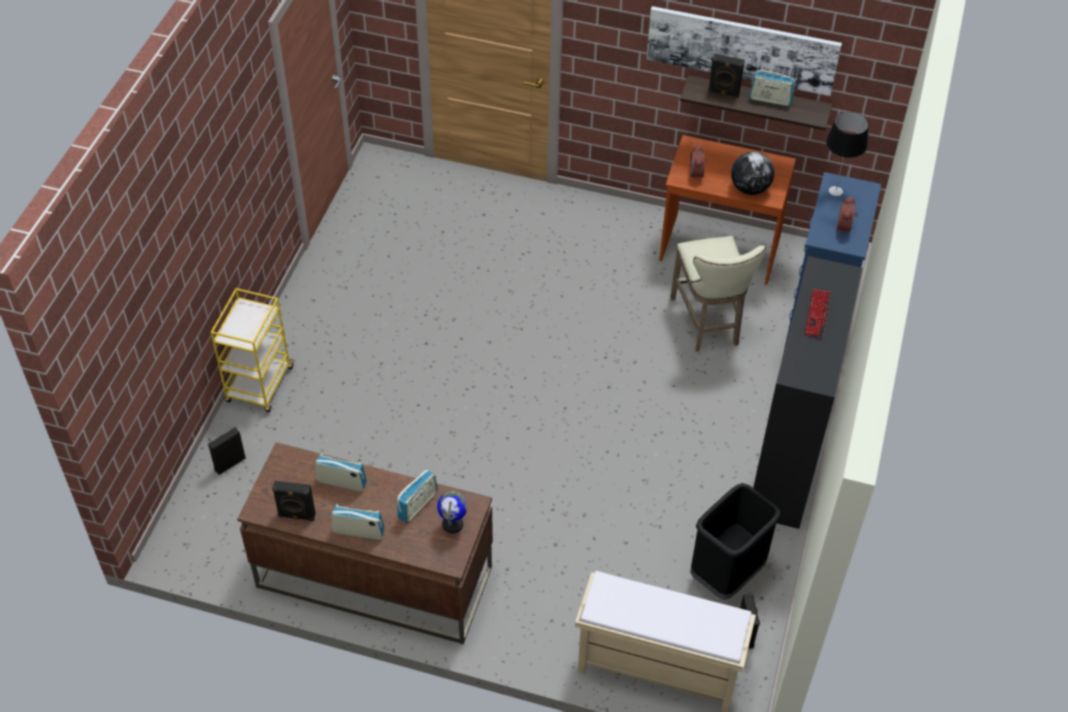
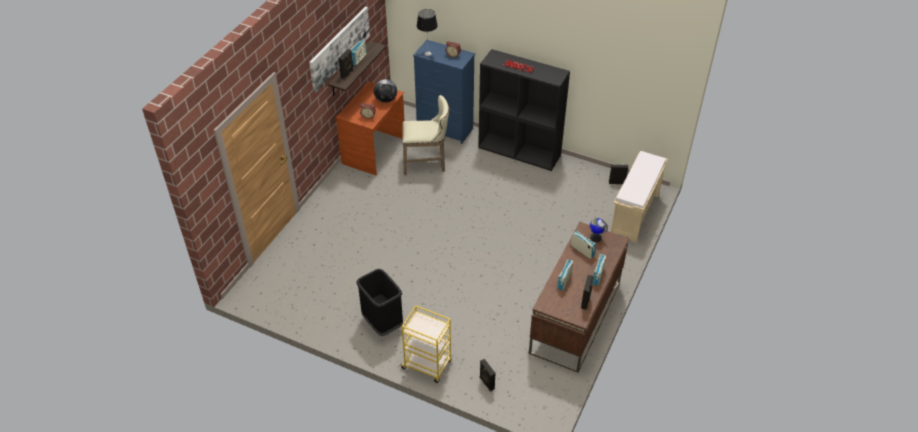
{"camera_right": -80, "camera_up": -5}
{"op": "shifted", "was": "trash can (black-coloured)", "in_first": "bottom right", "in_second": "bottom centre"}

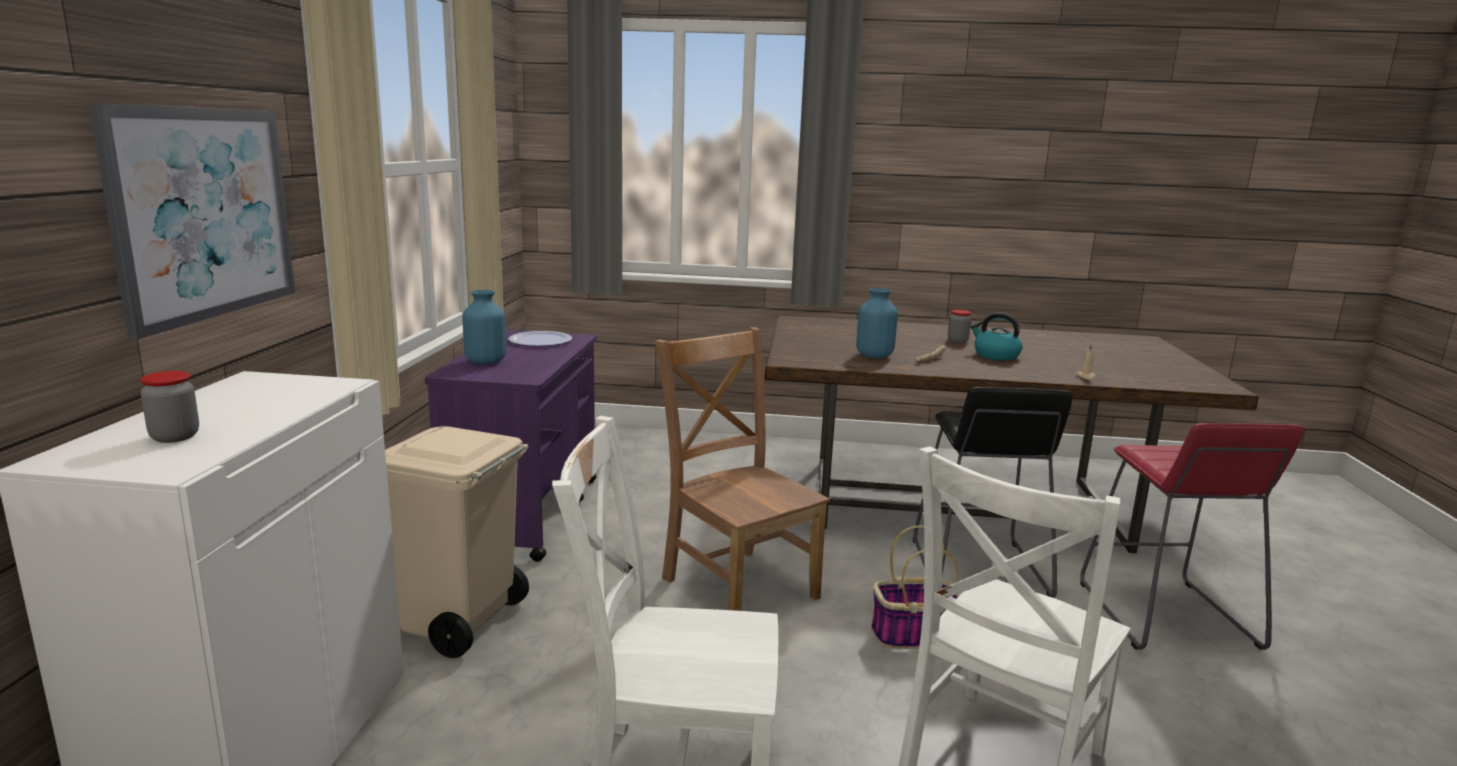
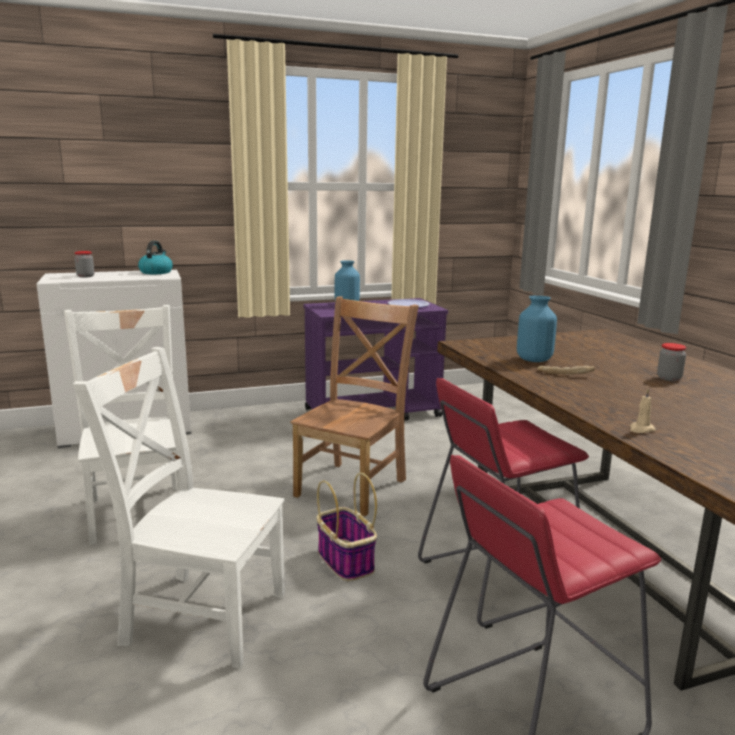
{"camera_right": 65, "camera_up": 0}
{"op": "gone", "was": "picture", "in_first": "top left"}
{"op": "gone", "was": "trash can (beige)", "in_first": "bottom left"}
{"op": "shifted", "was": "tea kettle", "in_first": "middle right", "in_second": "middle left"}
{"op": "repainted", "was": "stool seat (black-coloured)", "now": "stool seat (red-coloured) (no. 1 from left)", "in_first": "middle right", "in_second": "bottom right"}

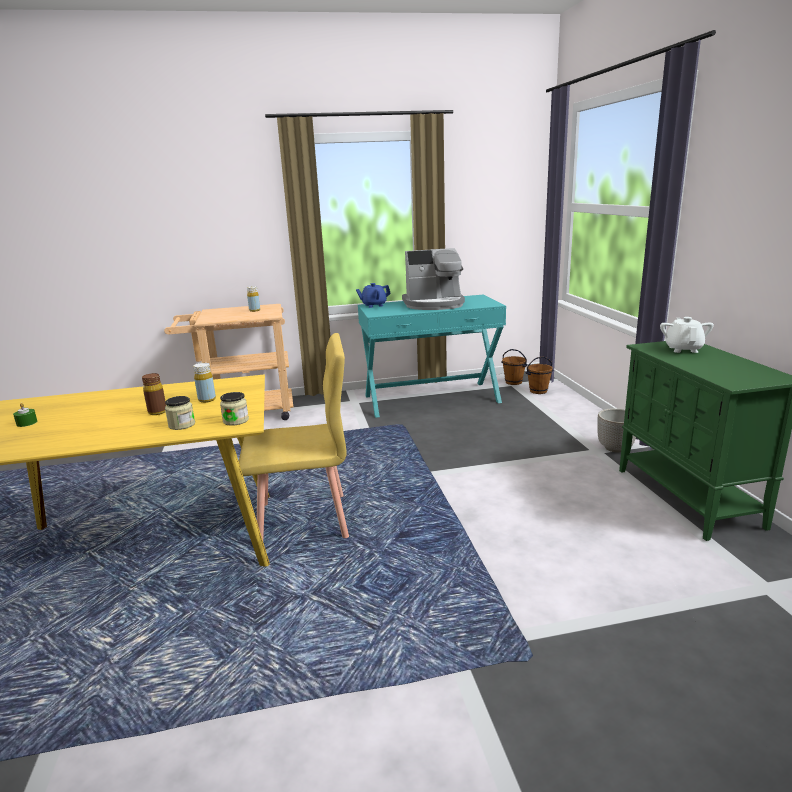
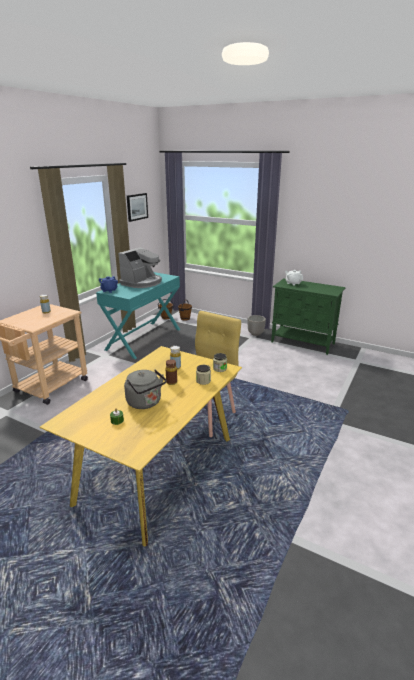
{"camera_right": -50, "camera_up": 5}
{"op": "new", "now": "tea kettle (grey)", "in_second": "centre"}
{"op": "new", "now": "picture", "in_second": "top left"}

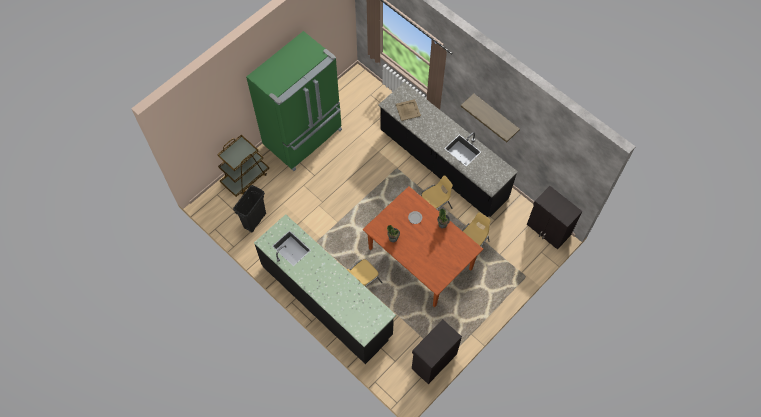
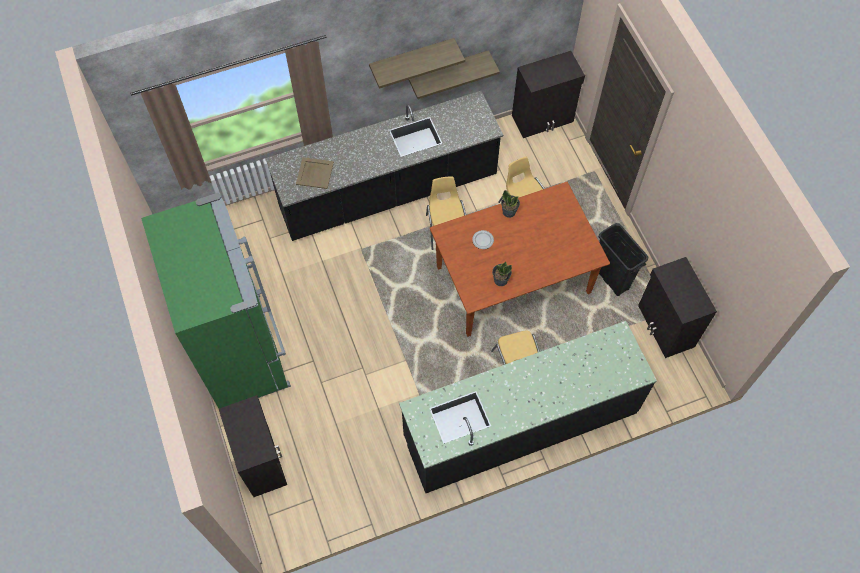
{"camera_right": -65, "camera_up": 0}
{"op": "new", "now": "shelf (no. 2 from left)", "in_second": "top centre"}
{"op": "shifted", "was": "trash can (black-coloured)", "in_first": "middle left", "in_second": "middle right"}
{"op": "swapped", "was": "trolley (brown)", "now": "cupboard (black-coloured) (no. 1 from left)", "in_first": "middle left", "in_second": "bottom left"}

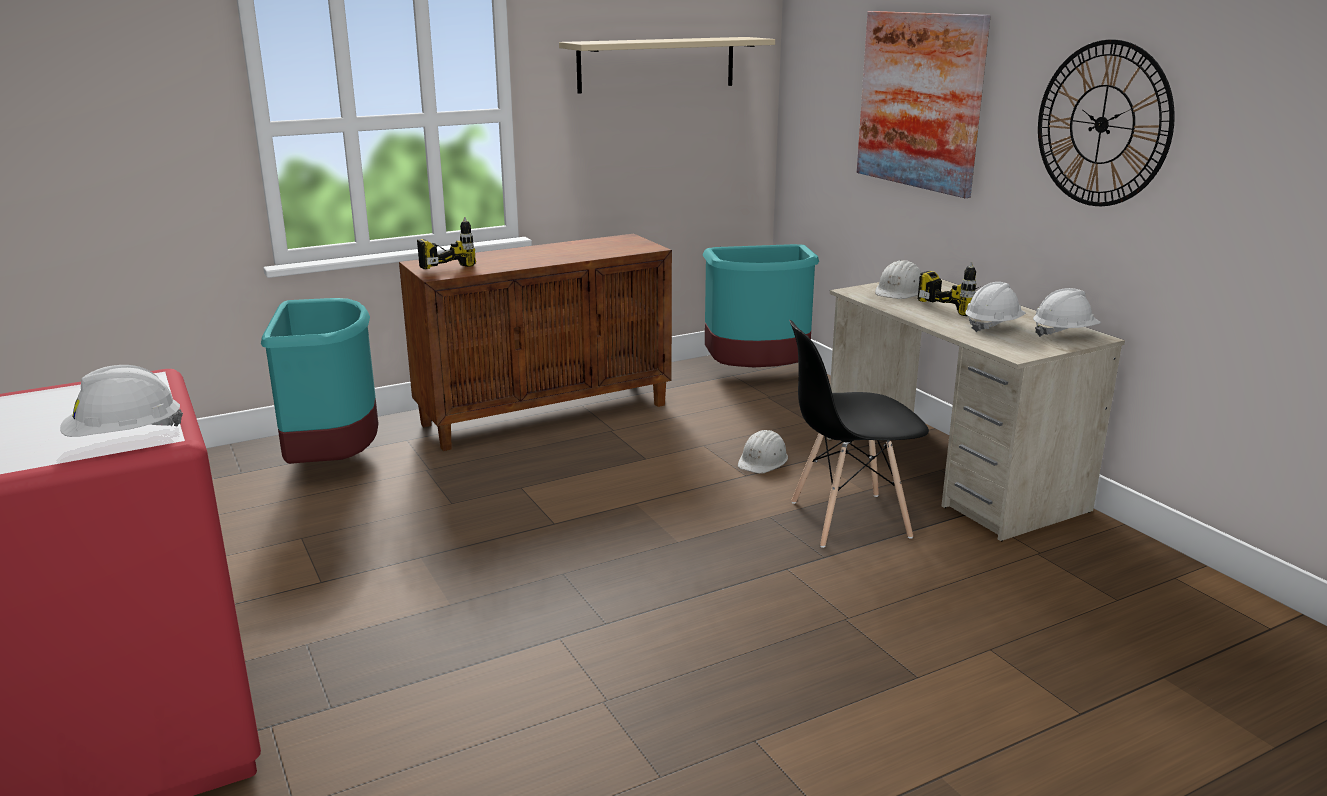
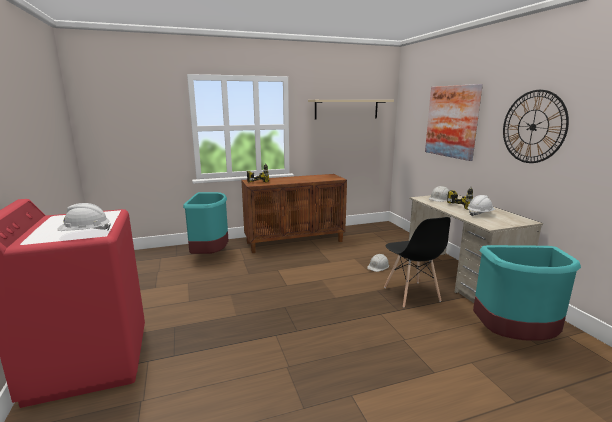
{"camera_right": 10, "camera_up": -5}
{"op": "gone", "was": "safety helmet (white-coloured) (no. 5 from left)", "in_first": "middle right"}
{"op": "shifted", "was": "trash can (blue-green) (no. 2 from left)", "in_first": "centre", "in_second": "bottom right"}
{"op": "rotated", "was": "chair (black-coloured)", "in_first": "centre", "in_second": "middle right", "clockwise": -105}

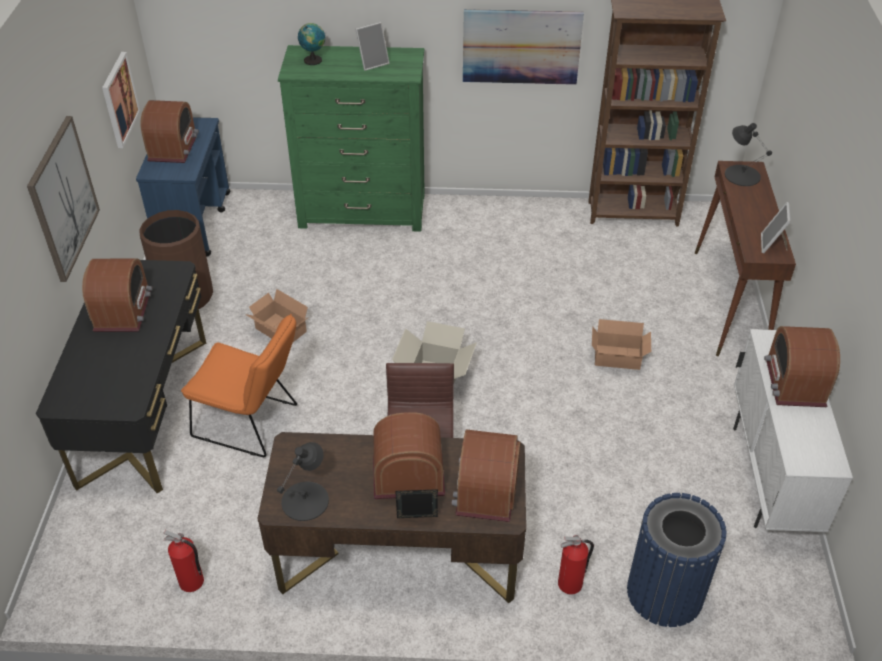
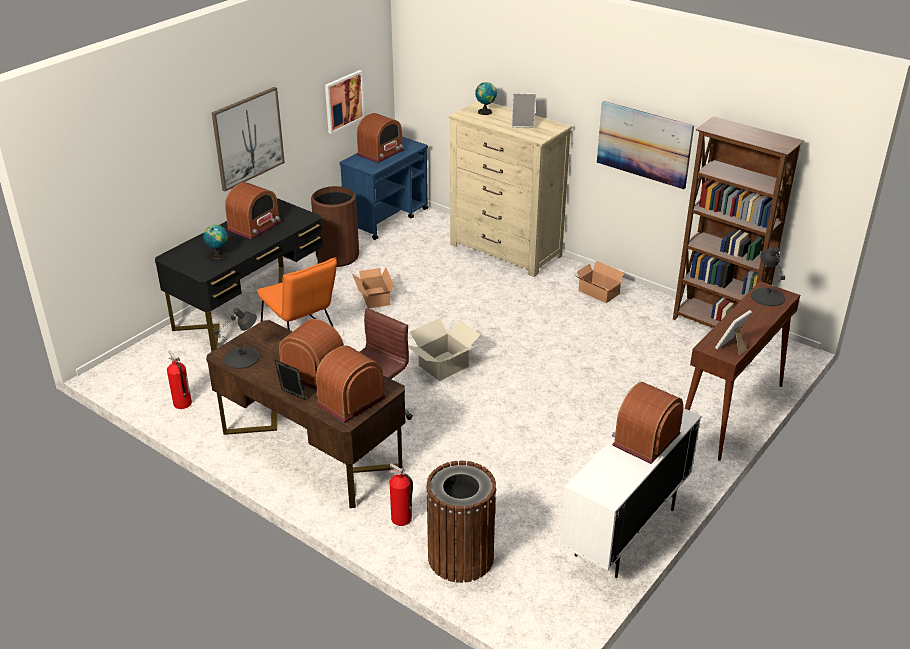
{"camera_right": 35, "camera_up": -10}
{"op": "new", "now": "desk globe (no. 1 from left)", "in_second": "middle left"}
{"op": "shifted", "was": "cardboard box (no. 3 from left)", "in_first": "middle right", "in_second": "centre"}
{"op": "repainted", "was": "chest of drawers (greenish)", "now": "chest of drawers (beige)", "in_first": "top centre", "in_second": "top centre"}
{"op": "repainted", "was": "trash can (bluish)", "now": "trash can (brown) (no. 2 from left)", "in_first": "bottom right", "in_second": "bottom centre"}

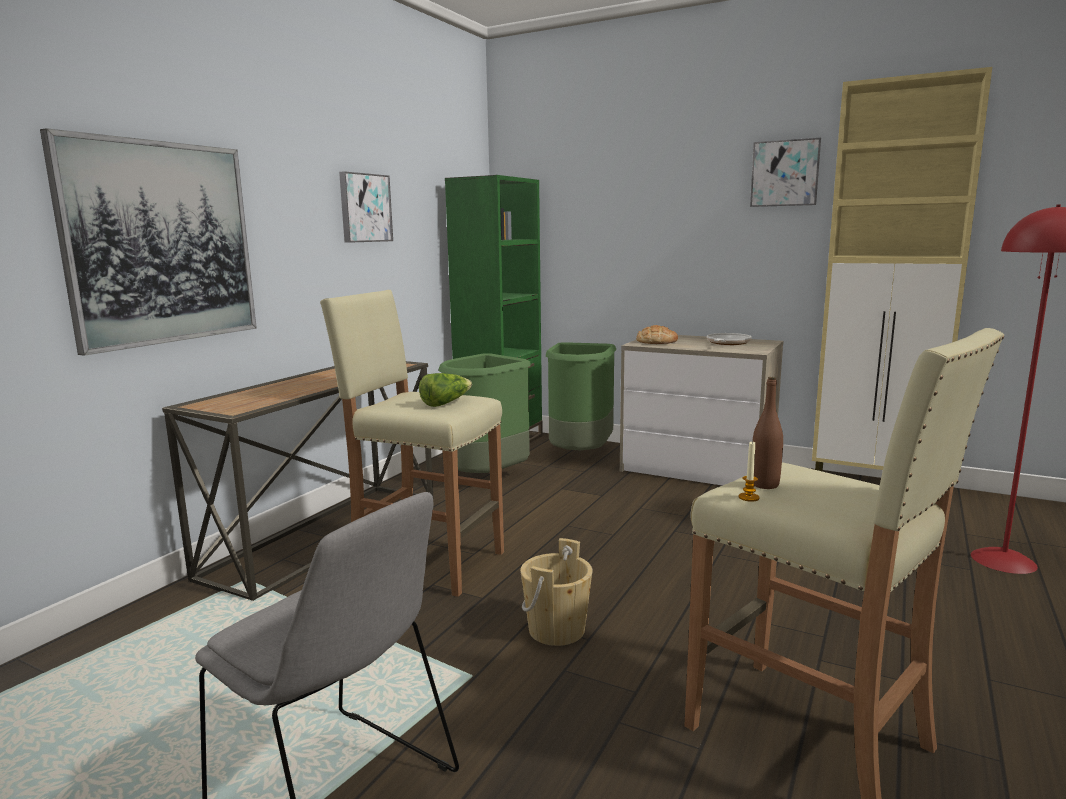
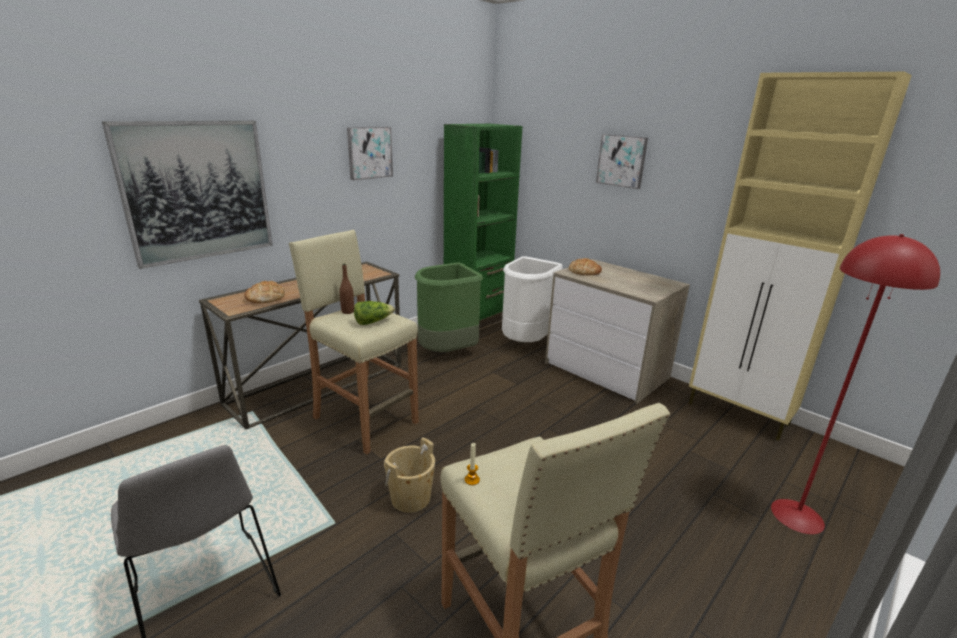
{"camera_right": 15, "camera_up": 10}
{"op": "gone", "was": "skillet", "in_first": "middle right"}
{"op": "new", "now": "bread (no. 1 from left)", "in_second": "middle left"}
{"op": "shifted", "was": "picture (no. 3 from left)", "in_first": "top right", "in_second": "top centre"}
{"op": "shifted", "was": "drink bottle (brown)", "in_first": "middle right", "in_second": "centre"}
{"op": "repainted", "was": "trash can (greenish) (no. 2 from left)", "now": "trash can (white-coloured)", "in_first": "centre", "in_second": "centre"}

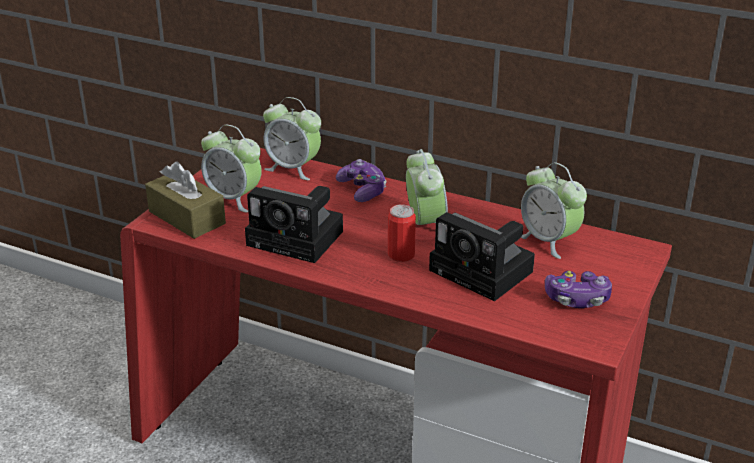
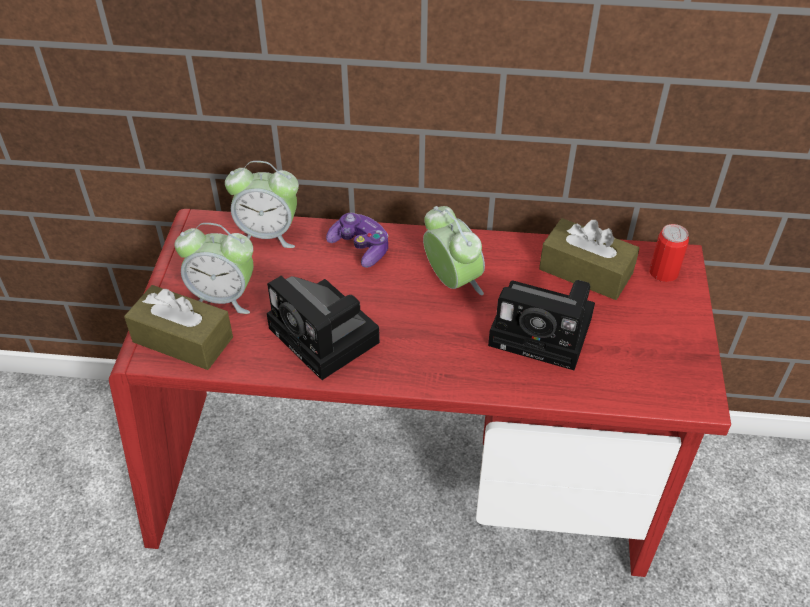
{"camera_right": -20, "camera_up": 15}
{"op": "gone", "was": "game controller (no. 2 from left)", "in_first": "middle right"}
{"op": "shifted", "was": "metal can", "in_first": "centre", "in_second": "middle right"}
{"op": "swapped", "was": "alarm clock (no. 4 from left)", "now": "tissue box (brown) (no. 2 from left)", "in_first": "middle right", "in_second": "middle right"}
{"op": "rotated", "was": "photo camera (no. 1 from left)", "in_first": "centre", "in_second": "centre", "clockwise": 45}

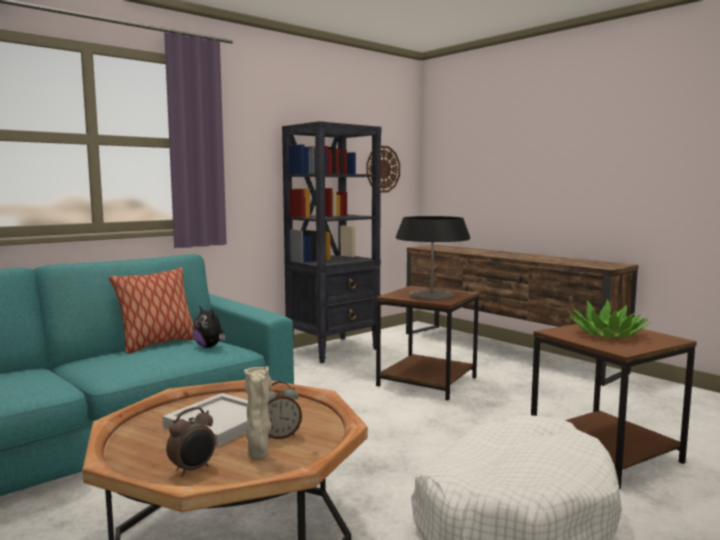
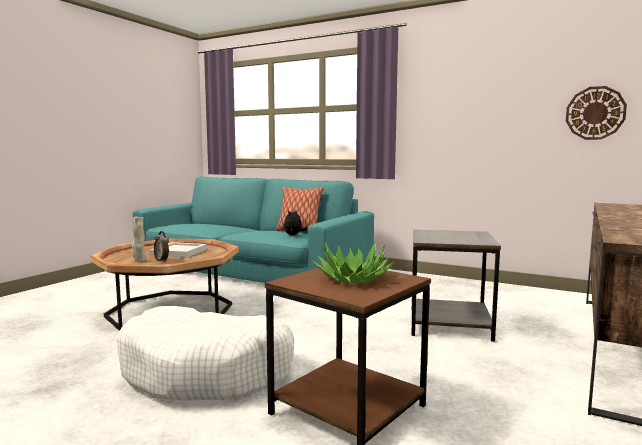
{"camera_right": 70, "camera_up": 0}
{"op": "gone", "was": "alarm clock (no. 1 from left)", "in_first": "bottom left"}
{"op": "gone", "was": "bookshelf (black-coloured)", "in_first": "centre"}
{"op": "gone", "was": "lamp for a table", "in_first": "centre"}
{"op": "repainted", "was": "side table (brown) (no. 1 from left)", "now": "side table (grey)", "in_first": "centre", "in_second": "middle right"}

